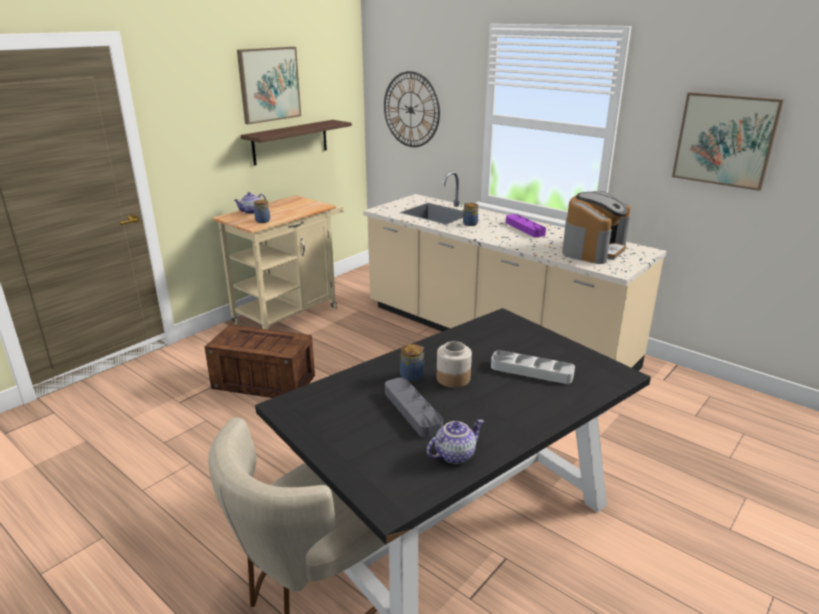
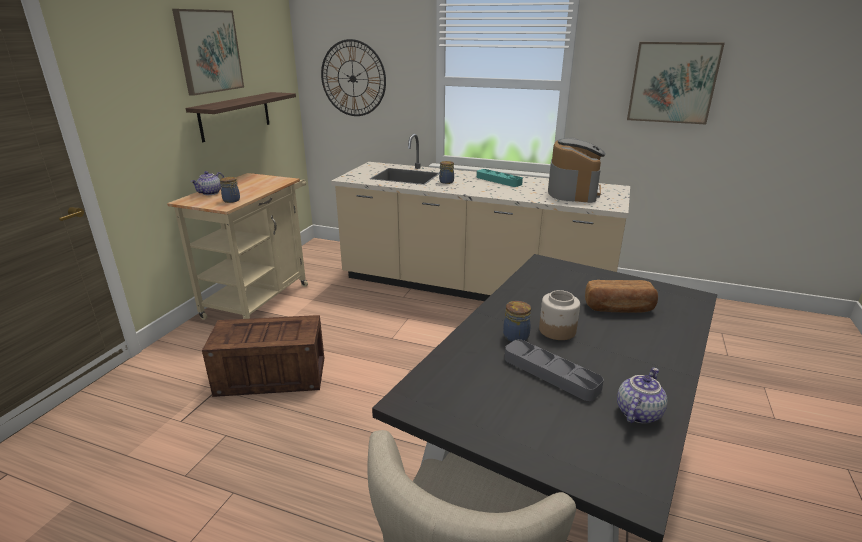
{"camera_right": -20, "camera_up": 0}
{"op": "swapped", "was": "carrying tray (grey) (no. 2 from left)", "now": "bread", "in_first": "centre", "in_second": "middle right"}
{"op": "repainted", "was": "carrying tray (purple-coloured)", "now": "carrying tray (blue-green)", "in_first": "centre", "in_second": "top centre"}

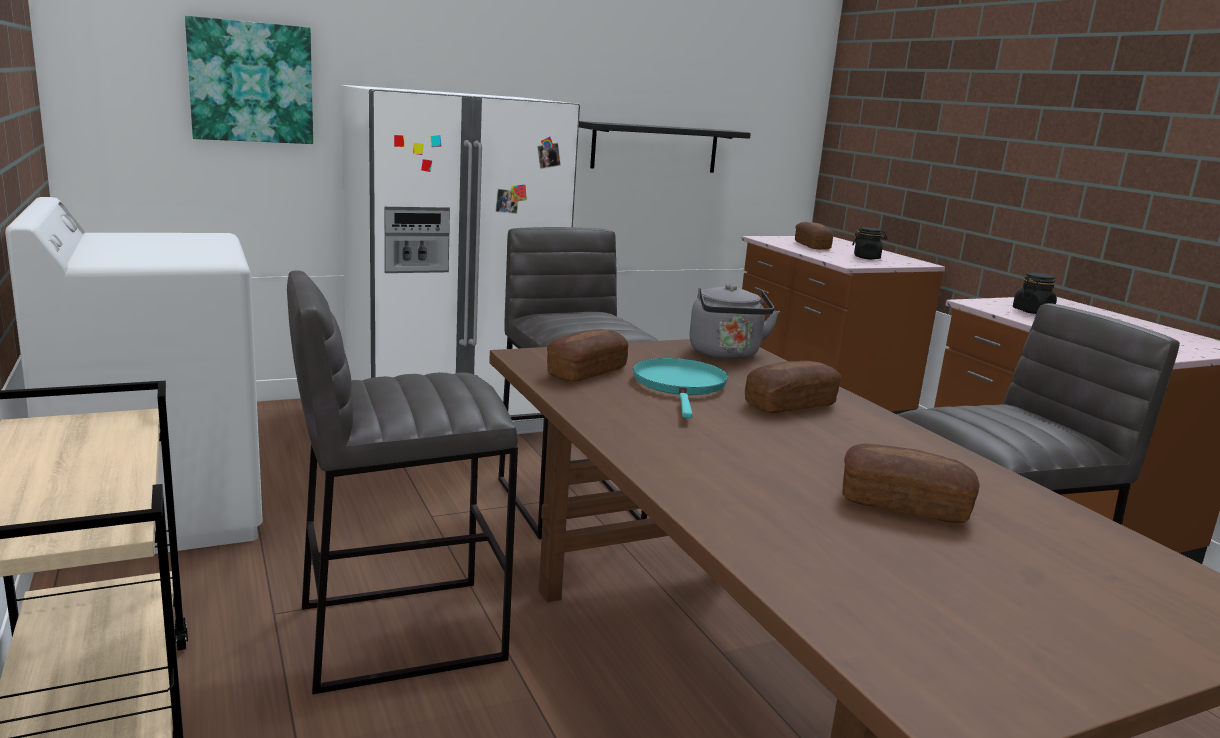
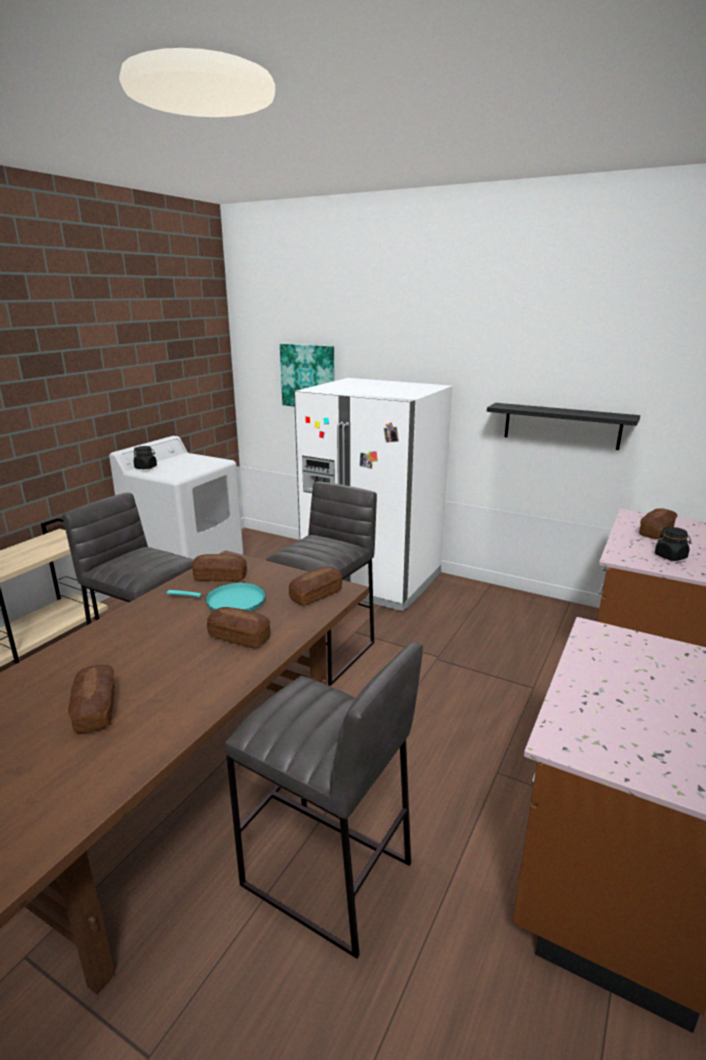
{"camera_right": 55, "camera_up": 5}
{"op": "shifted", "was": "storage jar (black-coloured) (no. 2 from left in the first image)", "now": "storage jar (black-coloured) (no. 1 from left)", "in_first": "middle right", "in_second": "middle left"}
{"op": "swapped", "was": "tea kettle (grey)", "now": "bread (no. 4 from left)", "in_first": "centre", "in_second": "centre"}
{"op": "rotated", "was": "skillet (blue-green)", "in_first": "centre", "in_second": "middle left", "clockwise": 45}

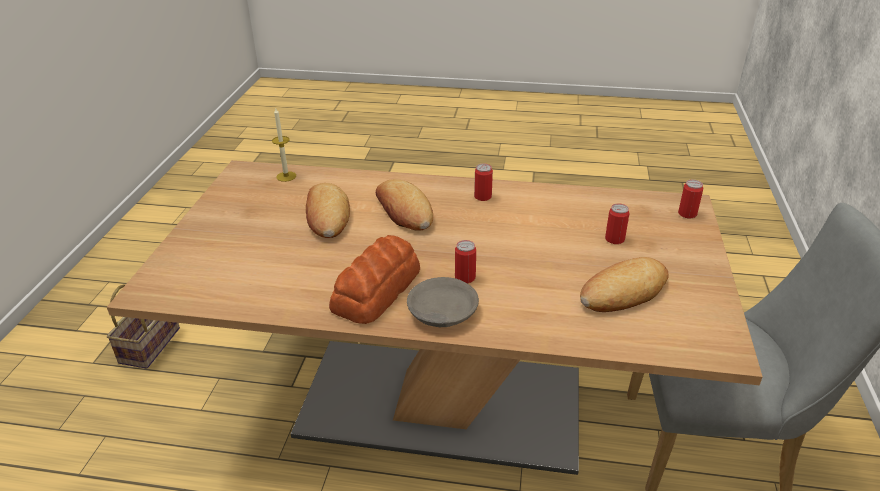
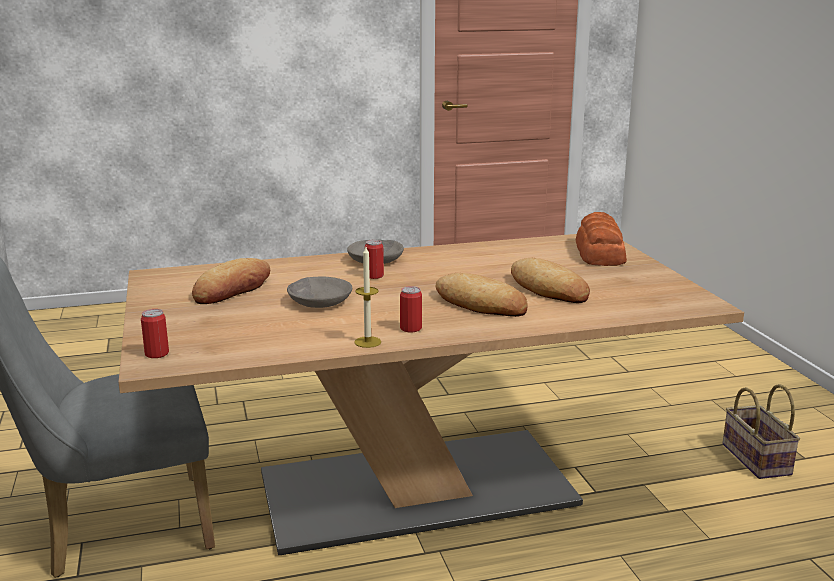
{"camera_right": 155, "camera_up": -15}
{"op": "gone", "was": "metal can (no. 3 from left)", "in_first": "middle right"}
{"op": "new", "now": "deep dish (grey) (no. 1 from left)", "in_second": "centre"}
{"op": "shifted", "was": "candle", "in_first": "top left", "in_second": "centre"}
{"op": "shifted", "was": "bread (no. 2 from left in the first image)", "now": "bread (no. 4 from left)", "in_first": "centre", "in_second": "middle right"}

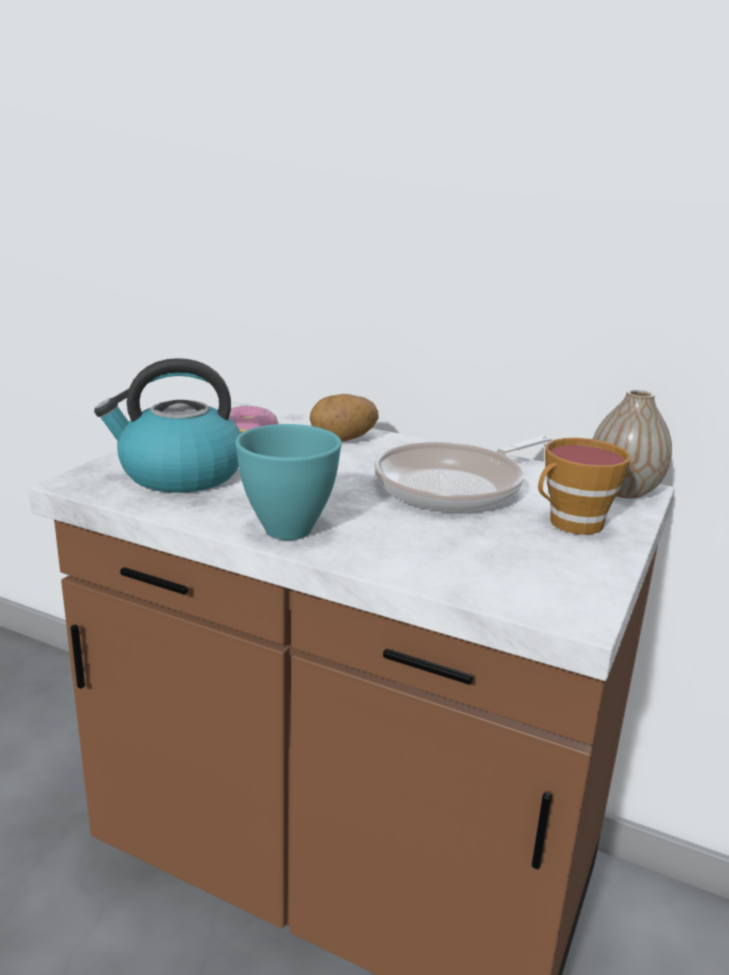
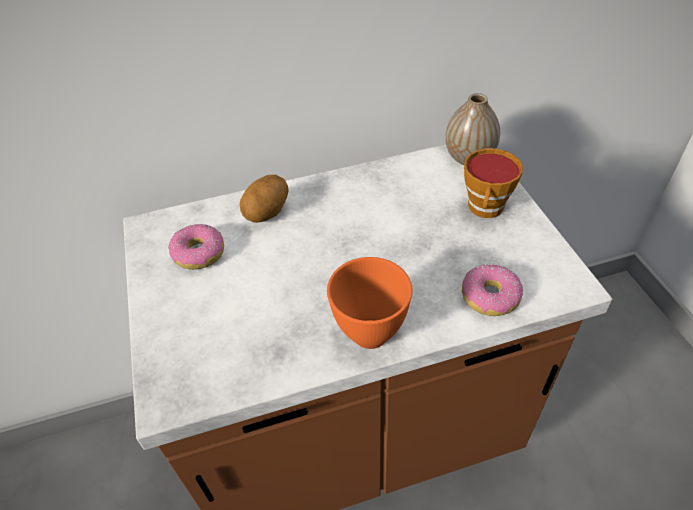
{"camera_right": -40, "camera_up": 25}
{"op": "gone", "was": "tea kettle", "in_first": "middle left"}
{"op": "gone", "was": "skillet", "in_first": "centre"}
{"op": "new", "now": "doughnut (no. 2 from left)", "in_second": "middle right"}
{"op": "repainted", "was": "deep dish (blue-green)", "now": "deep dish (orange-coloured)", "in_first": "centre", "in_second": "centre"}

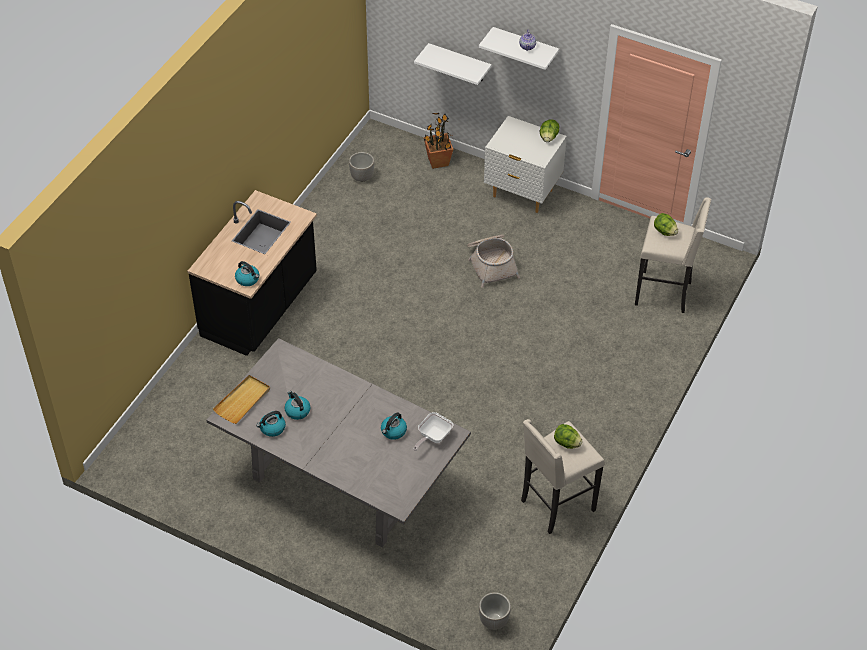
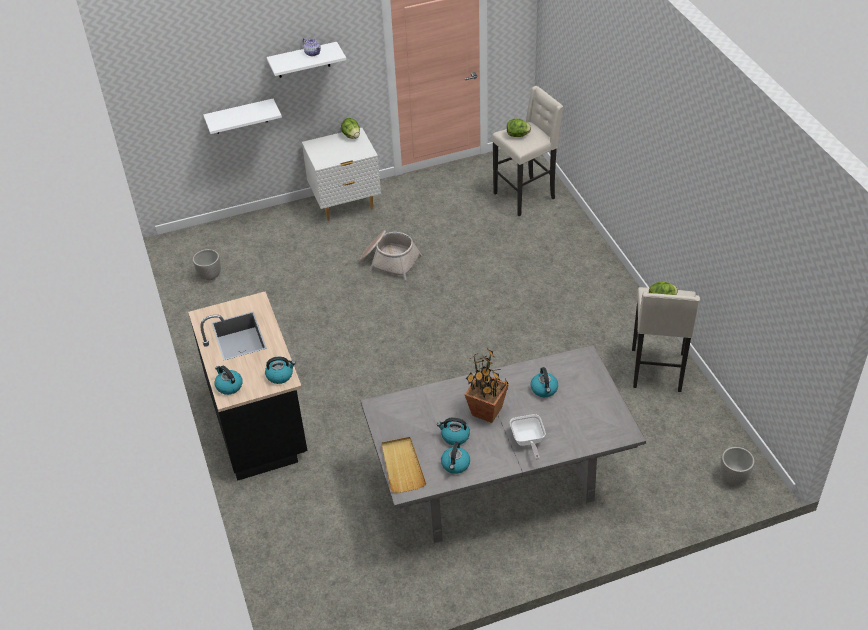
{"camera_right": -45, "camera_up": -5}
{"op": "new", "now": "tea kettle (no. 1 from left)", "in_second": "middle left"}
{"op": "shifted", "was": "skillet", "in_first": "centre", "in_second": "bottom centre"}
{"op": "shifted", "was": "plant in a pot", "in_first": "top centre", "in_second": "centre"}

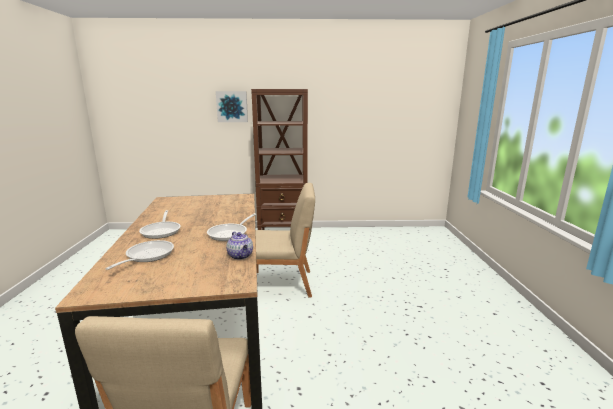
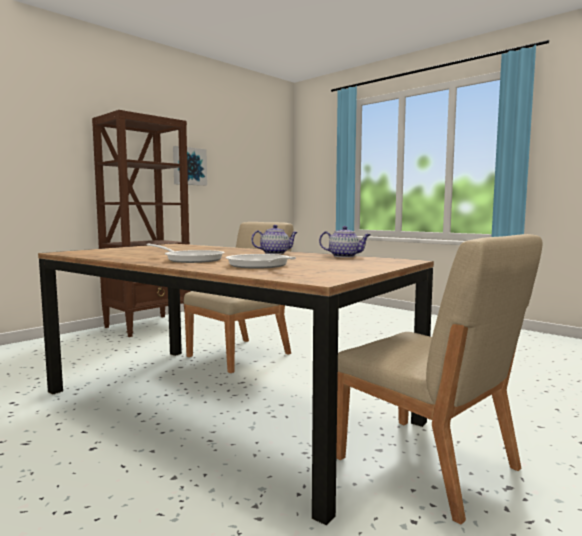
{"camera_right": -45, "camera_up": -10}
{"op": "shifted", "was": "picture", "in_first": "top centre", "in_second": "top left"}
{"op": "swapped", "was": "skillet (no. 3 from left)", "now": "tea pot (no. 1 from left)", "in_first": "centre", "in_second": "centre"}

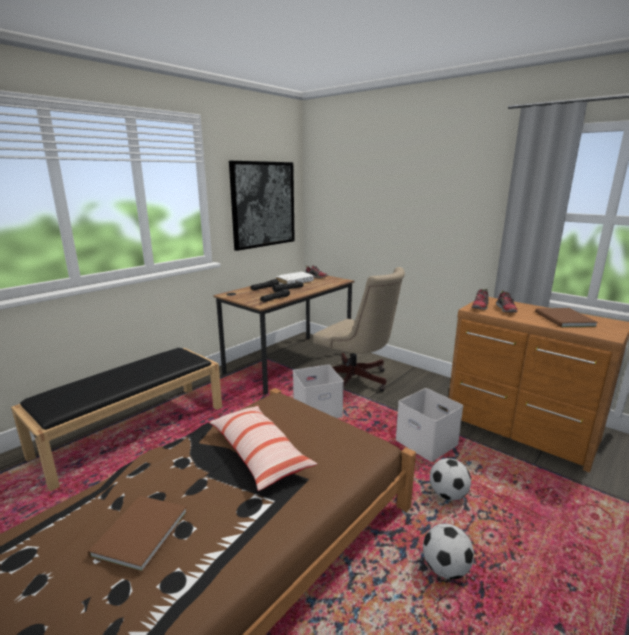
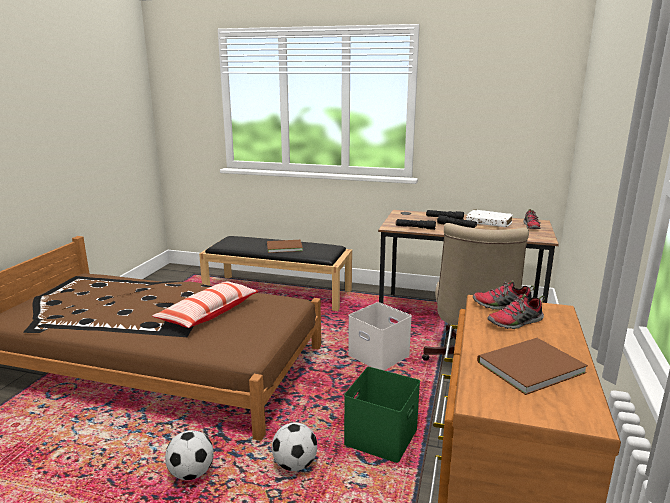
{"camera_right": 65, "camera_up": 0}
{"op": "gone", "was": "picture", "in_first": "top centre"}
{"op": "shifted", "was": "volume (brown) (no. 1 from left)", "in_first": "bottom left", "in_second": "centre"}
{"op": "repainted", "was": "storage bin (white-coloured) (no. 2 from left)", "now": "storage bin (greenish)", "in_first": "bottom right", "in_second": "bottom centre"}

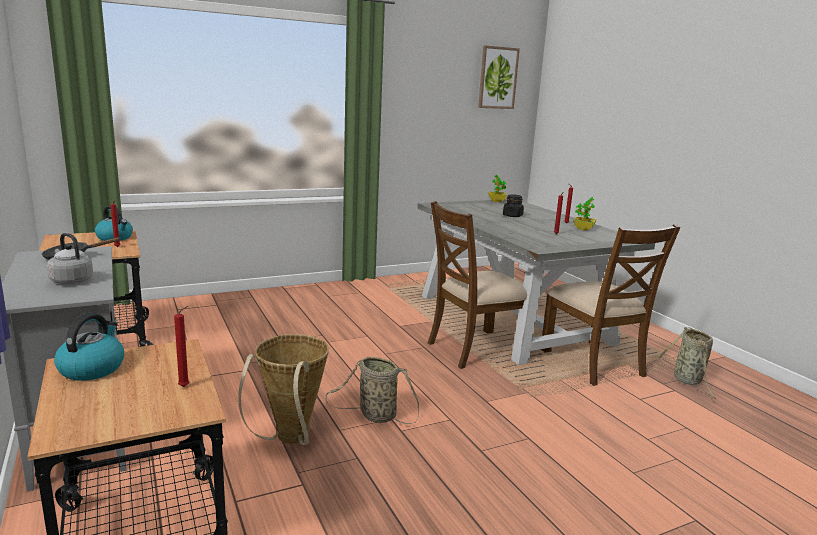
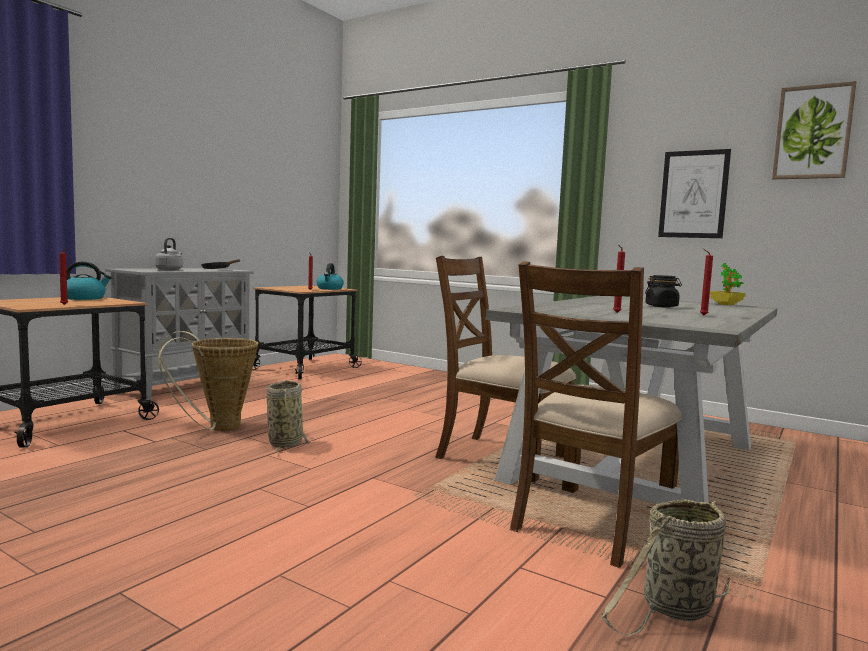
{"camera_right": 60, "camera_up": -10}
{"op": "gone", "was": "plant in a pot (no. 2 from left)", "in_first": "middle right"}
{"op": "new", "now": "picture (no. 1 from left)", "in_second": "top right"}

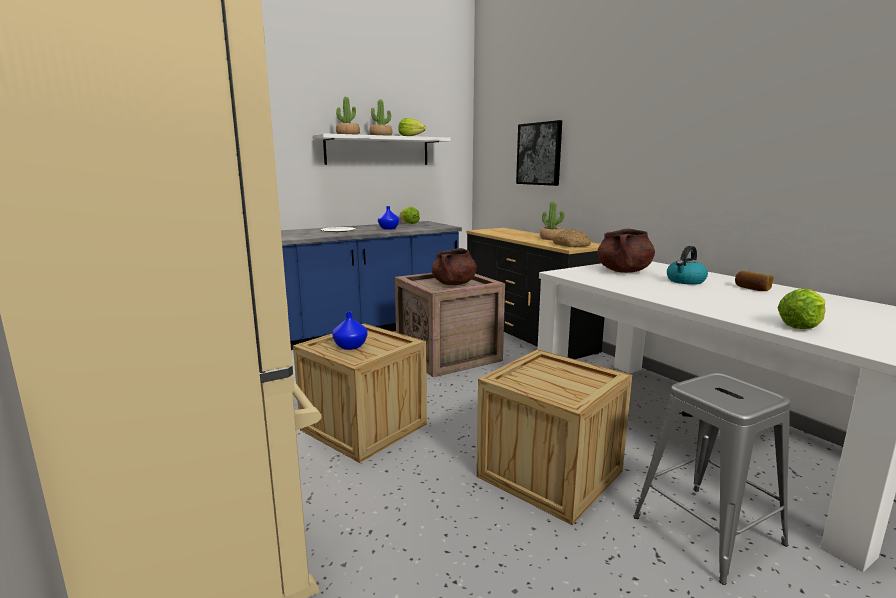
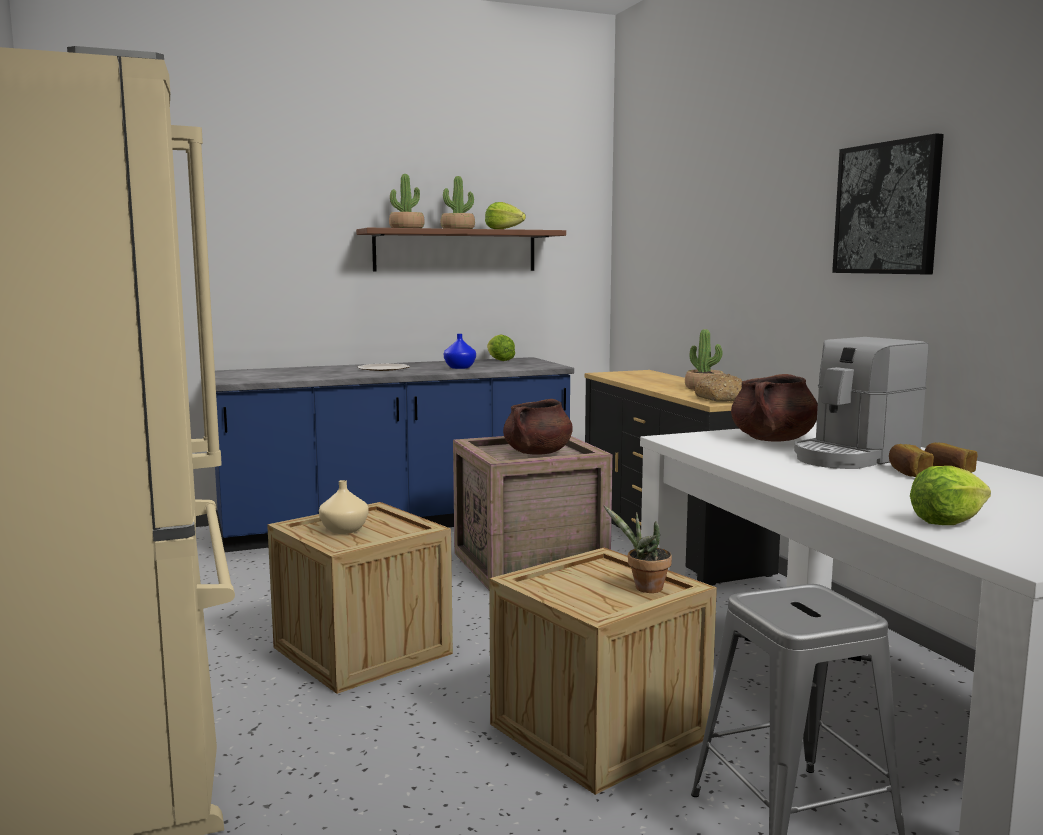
{"camera_right": 10, "camera_up": -5}
{"op": "new", "now": "plant in a pot (no. 3 from left)", "in_second": "centre"}
{"op": "new", "now": "bread (no. 2 from left)", "in_second": "middle right"}
{"op": "shifted", "was": "picture", "in_first": "top centre", "in_second": "top right"}
{"op": "swapped", "was": "tea kettle", "now": "coffee brewer", "in_first": "middle right", "in_second": "middle right"}
{"op": "repainted", "was": "shelf (white-coloured)", "now": "shelf (brown)", "in_first": "top centre", "in_second": "top centre"}
{"op": "repainted", "was": "vase (bluish) (no. 1 from left)", "now": "vase (beige)", "in_first": "centre", "in_second": "middle left"}

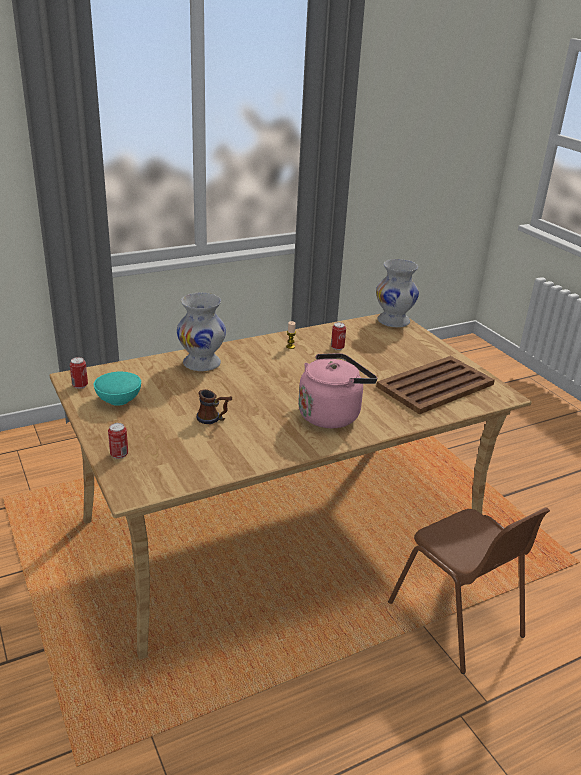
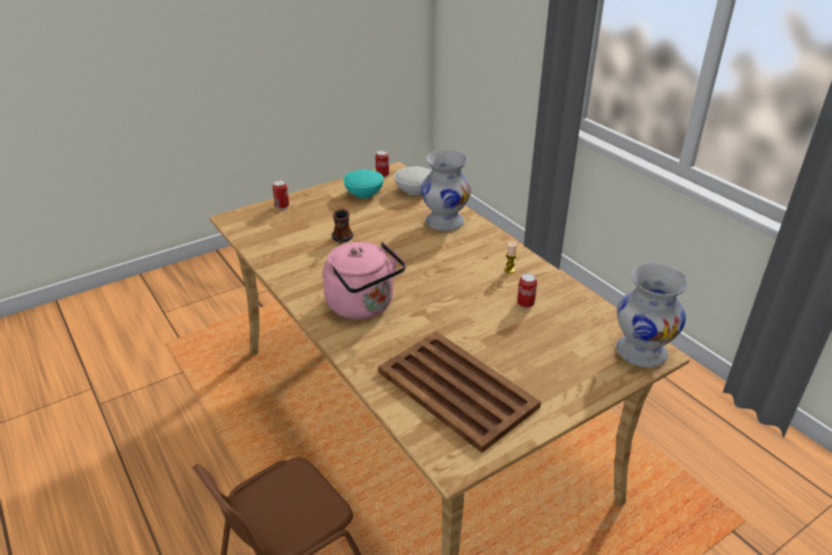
{"camera_right": 85, "camera_up": 5}
{"op": "new", "now": "deep dish (white-coloured)", "in_second": "top centre"}

